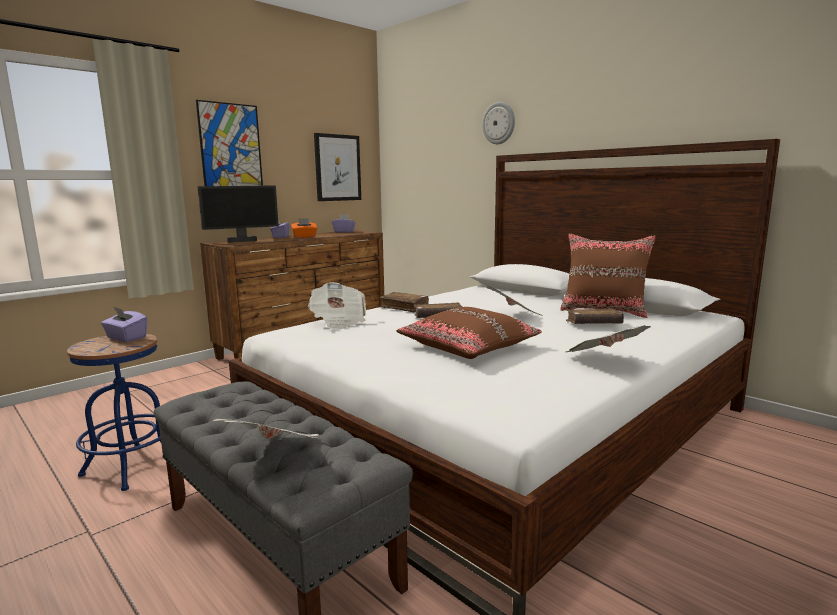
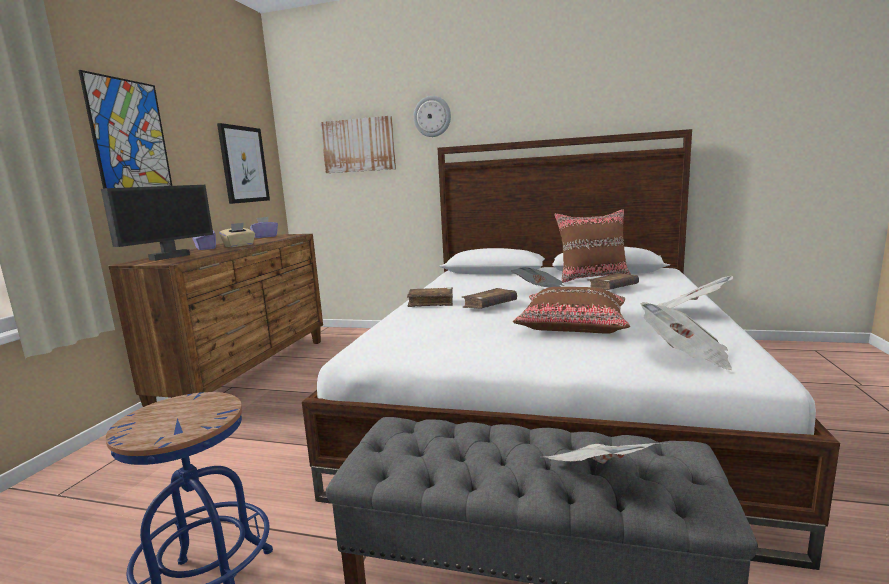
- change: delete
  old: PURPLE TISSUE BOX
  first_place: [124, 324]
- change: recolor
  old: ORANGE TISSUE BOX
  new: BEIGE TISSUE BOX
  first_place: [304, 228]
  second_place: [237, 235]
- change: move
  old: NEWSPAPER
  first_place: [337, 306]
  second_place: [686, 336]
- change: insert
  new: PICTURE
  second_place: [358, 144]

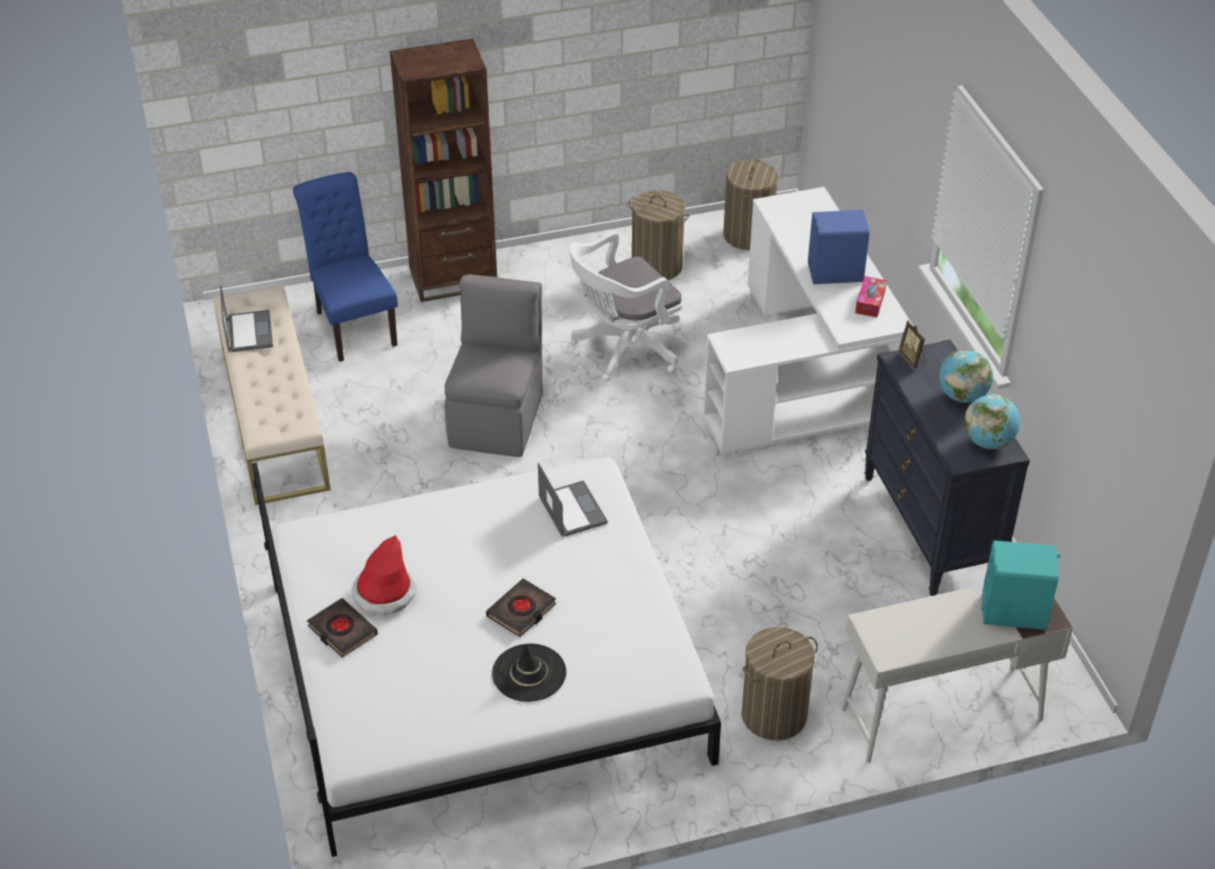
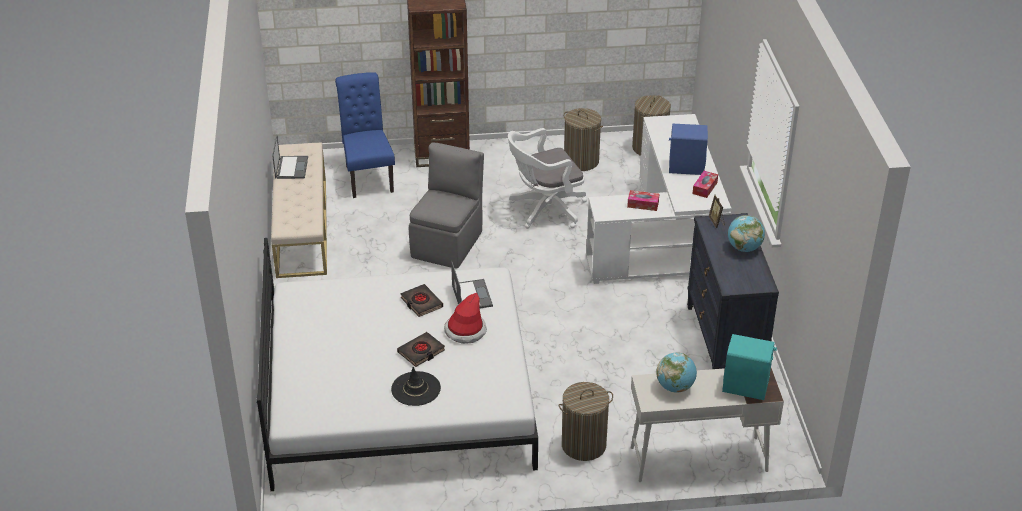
- change: move
  old: BLACK BOOK
  first_place: [342, 628]
  second_place: [421, 300]
- change: move
  old: HAT
  first_place: [384, 575]
  second_place: [465, 318]
- change: move
  old: GLOBE
  first_place: [992, 421]
  second_place: [676, 372]
- change: insert
  new: TISSUE BOX
  second_place: [643, 200]

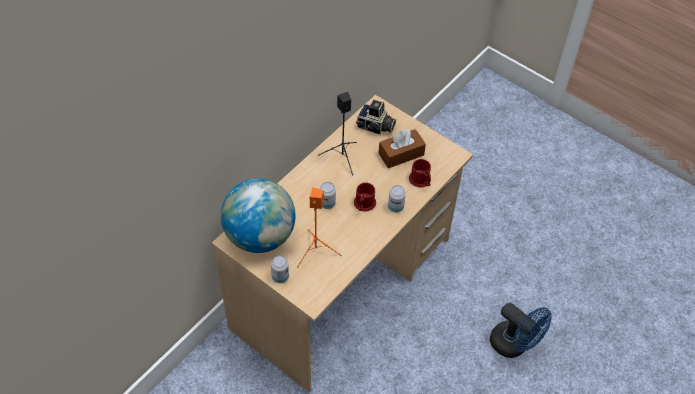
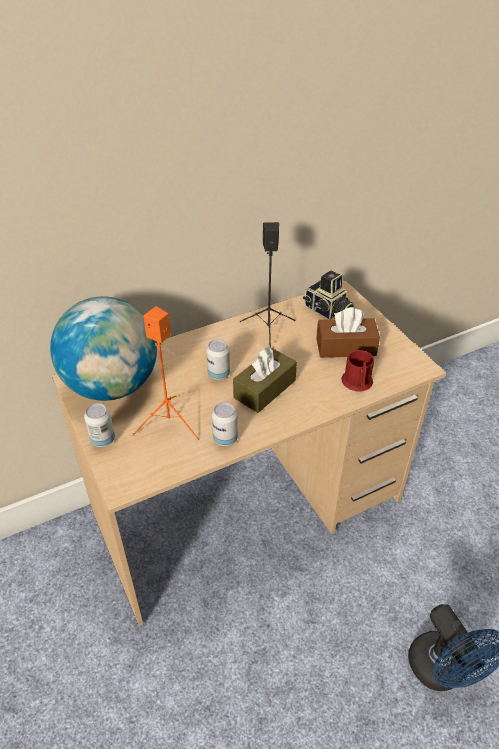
- change: replace
  old: RED MUG
  new: BROWN TISSUE BOX
  first_place: [365, 197]
  second_place: [265, 379]
- change: move
  old: CAN
  first_place: [397, 198]
  second_place: [225, 424]

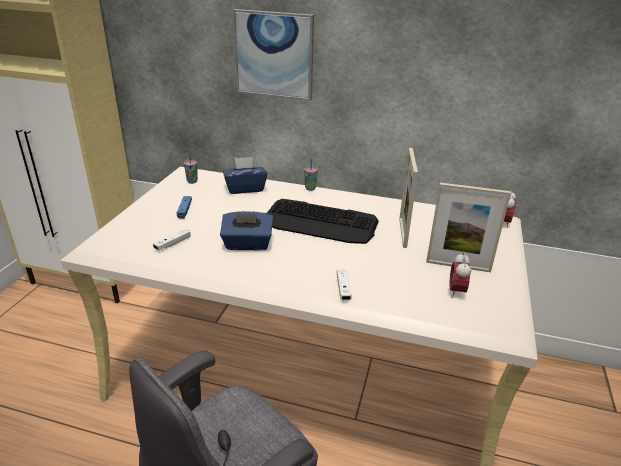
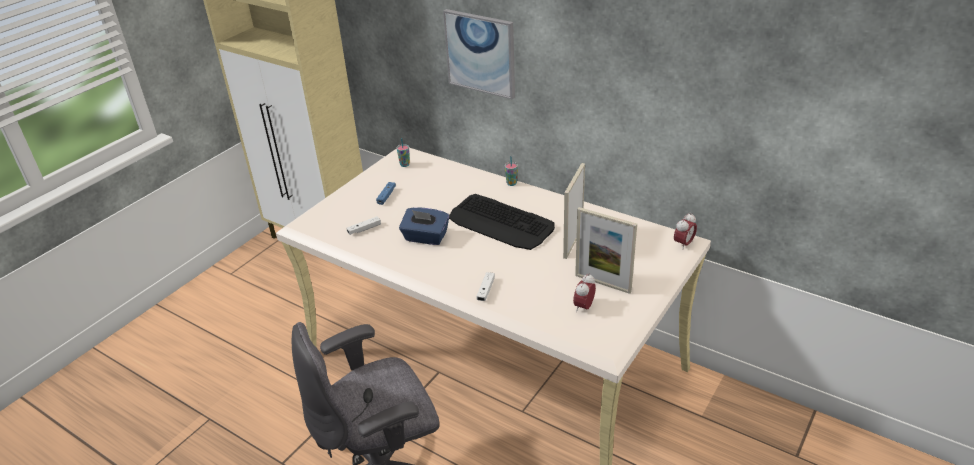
- change: delete
  old: BLUE TISSUE BOX
  first_place: [245, 175]

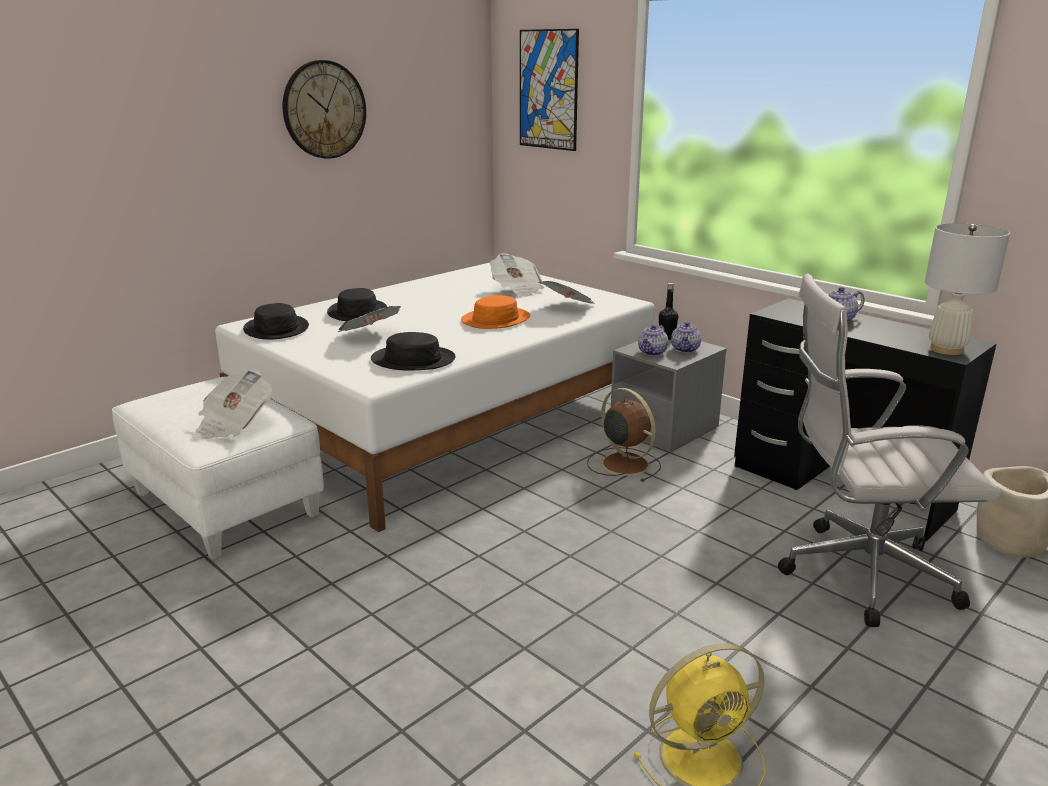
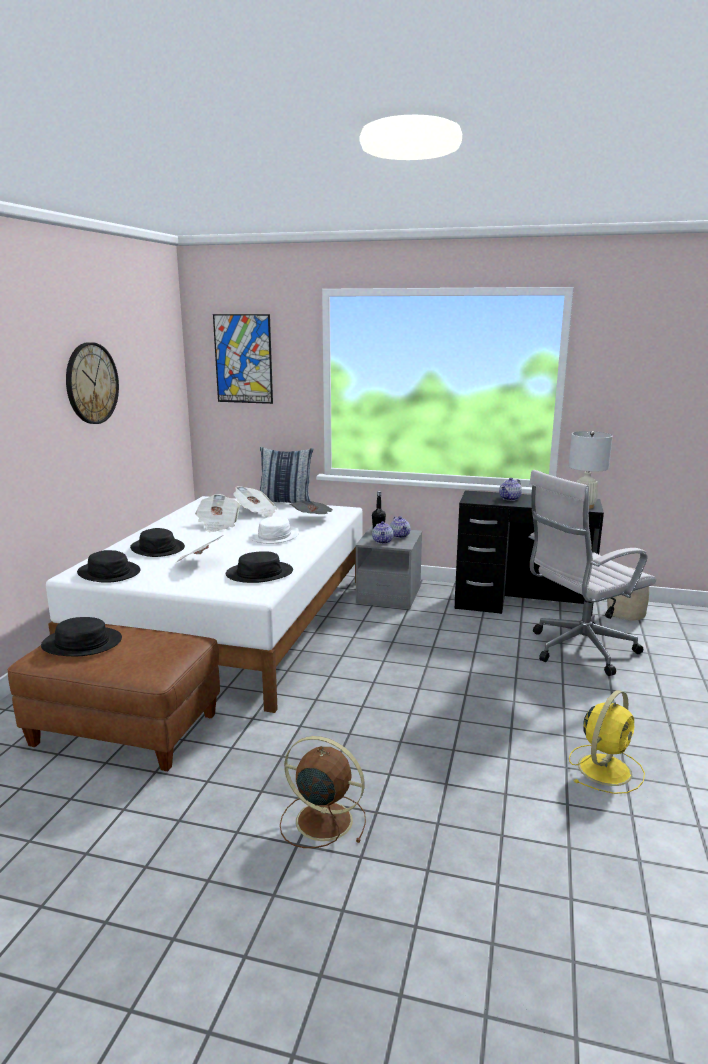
- change: recolor
  old: WHITE OTTOMAN
  new: BROWN OTTOMAN
  first_place: [218, 467]
  second_place: [114, 697]
- change: move
  old: NEWSPAPER
  first_place: [233, 404]
  second_place: [217, 513]
- change: recolor
  old: ORANGE HAT
  new: WHITE HAT
  first_place: [495, 312]
  second_place: [274, 530]
- change: move
  old: BROWN FAN
  first_place: [624, 435]
  second_place: [323, 792]
- change: insert
  new: BLACK HAT
  second_place: [81, 636]
- change: insert
  new: PILLOW
  second_place: [286, 475]

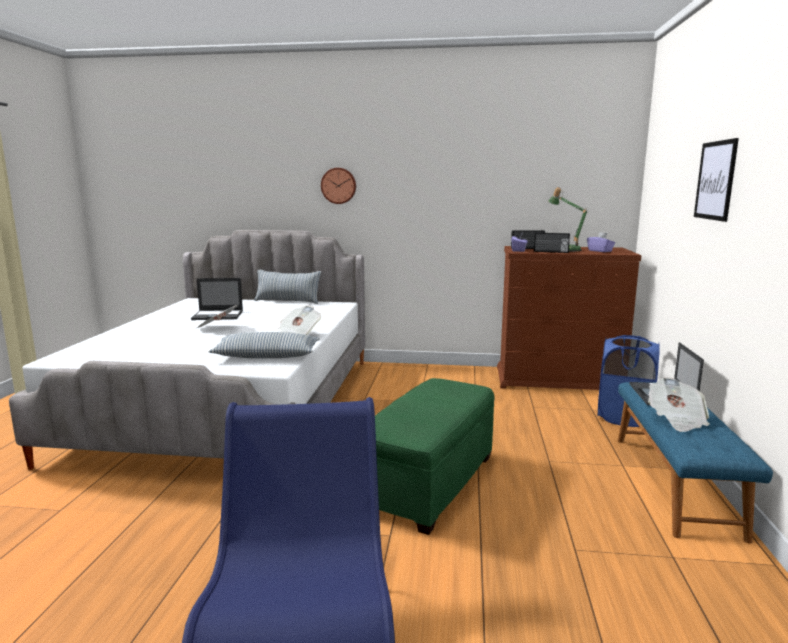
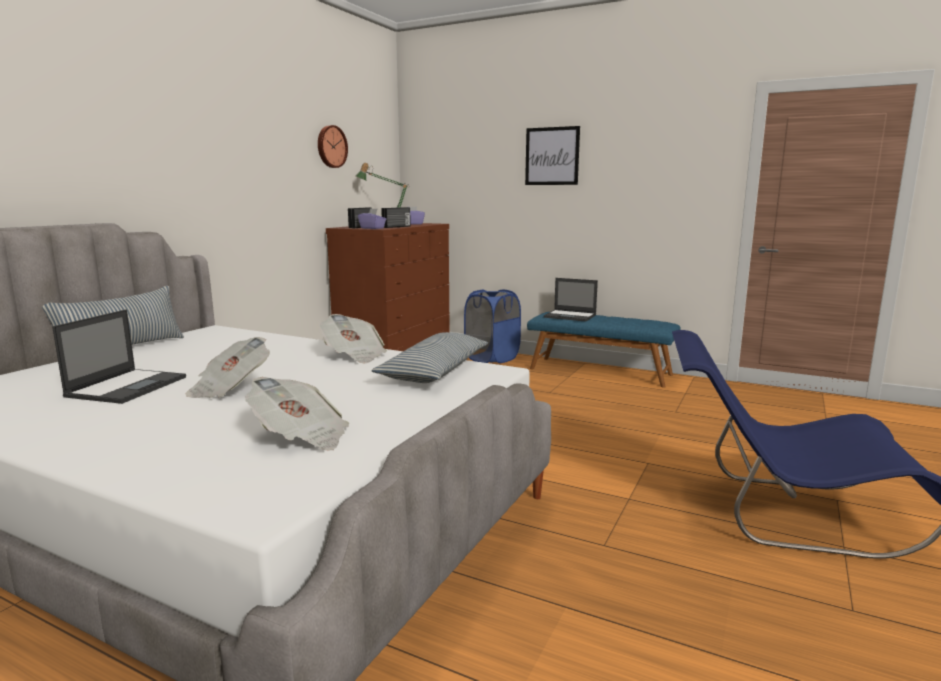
- change: move
  old: WALL CLOCK
  first_place: [338, 186]
  second_place: [333, 146]
- change: delete
  old: GREEN OTTOMAN
  first_place: [434, 456]
- change: move
  old: NEWSPAPER
  first_place: [679, 404]
  second_place: [297, 414]

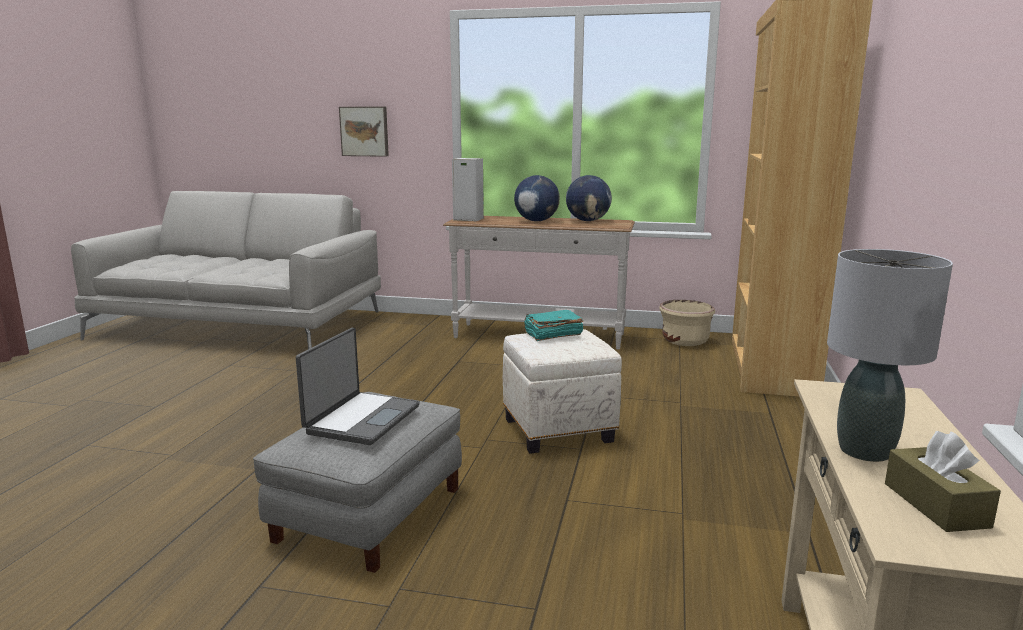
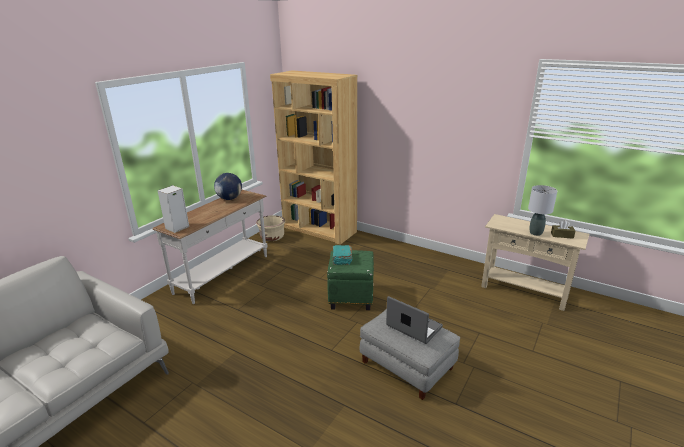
- change: delete
  old: PICTURE
  first_place: [364, 132]
- change: recolor
  old: WHITE OTTOMAN
  new: GREEN OTTOMAN
  first_place: [562, 391]
  second_place: [350, 280]
- change: delete
  old: GLOBE
  first_place: [537, 198]

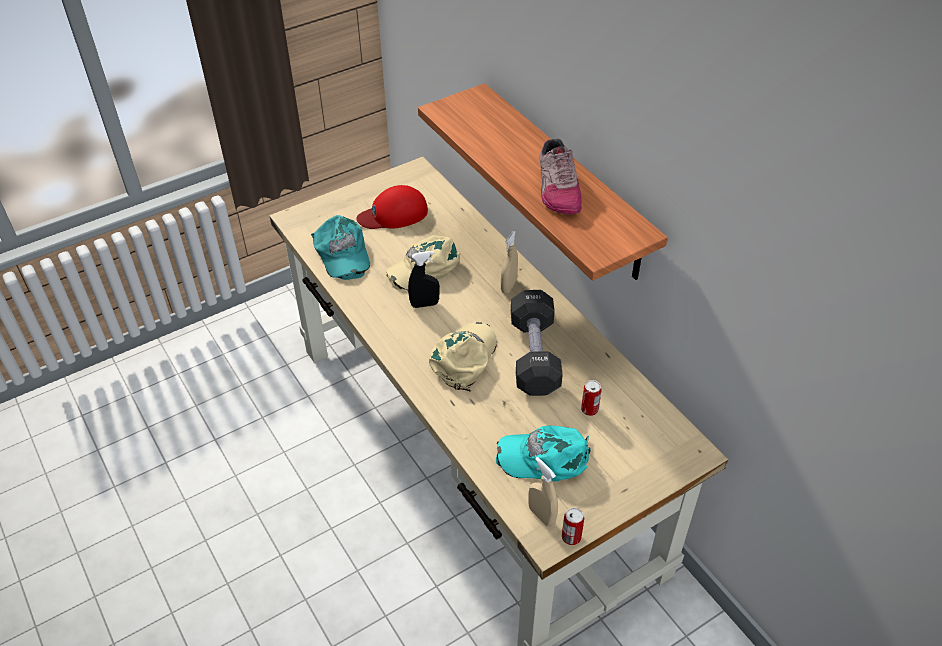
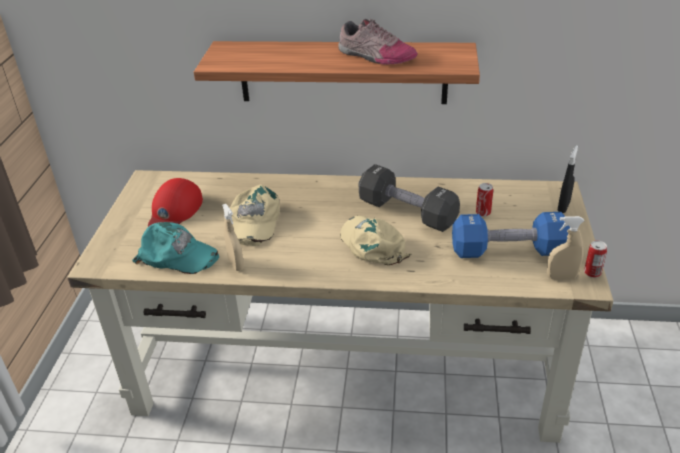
- change: move
  old: BLACK SPRAY BOTTLE
  first_place: [424, 279]
  second_place: [568, 179]
- change: replace
  old: TURQUOISE CAP
  new: BLUE DUMBBELL
  first_place: [543, 453]
  second_place: [511, 235]
- change: move
  old: BEIGE SPRAY BOTTLE
  first_place: [509, 262]
  second_place: [233, 237]

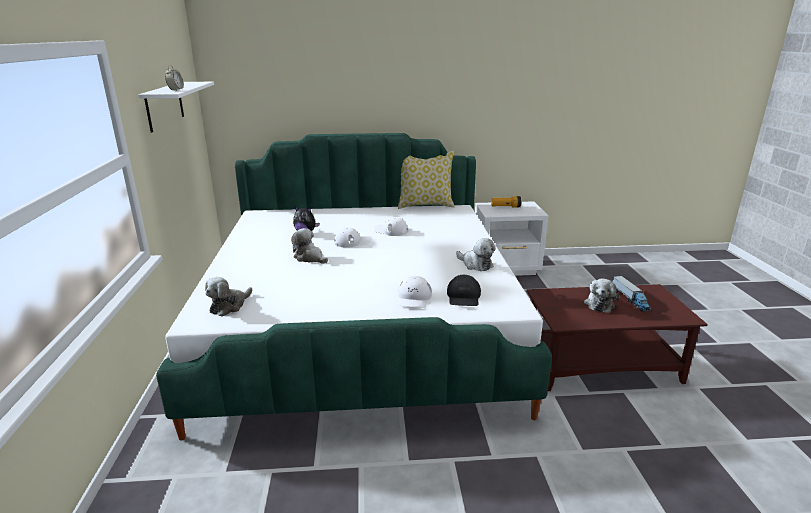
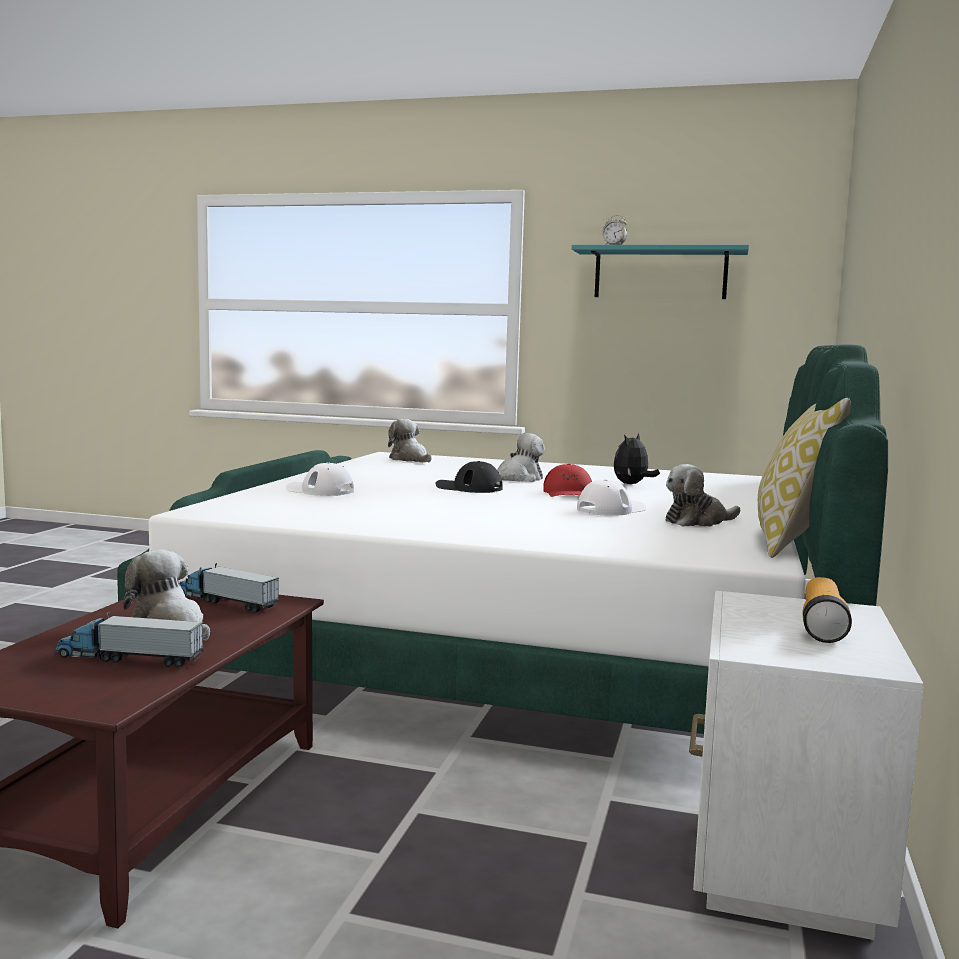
- change: recolor
  old: WHITE SHELF
  new: TURQUOISE SHELF
  first_place: [176, 107]
  second_place: [660, 272]
- change: recolor
  old: WHITE CAP
  new: RED CAP
  first_place: [353, 237]
  second_place: [567, 480]
- change: move
  old: BLACK CAP
  first_place: [464, 290]
  second_place: [469, 477]
- change: move
  old: PLUSH TOY
  first_place: [476, 254]
  second_place: [703, 495]
- change: insert
  new: TOY TRUCK
  second_place: [229, 588]

